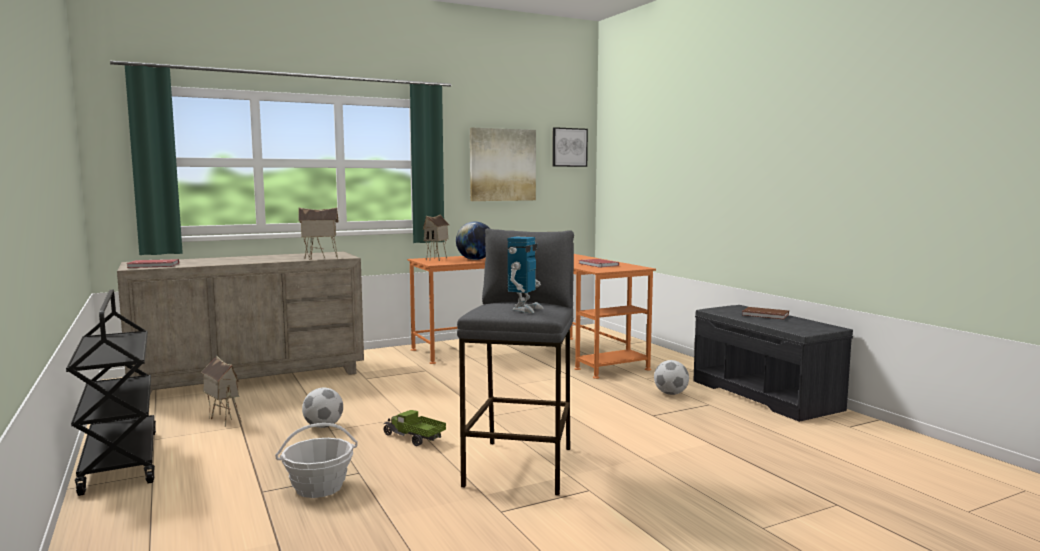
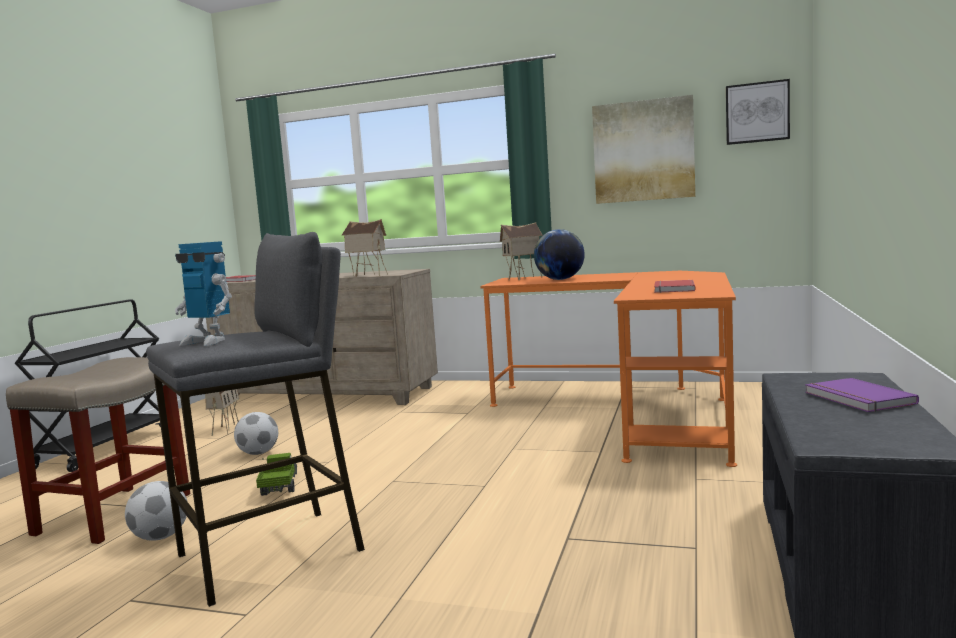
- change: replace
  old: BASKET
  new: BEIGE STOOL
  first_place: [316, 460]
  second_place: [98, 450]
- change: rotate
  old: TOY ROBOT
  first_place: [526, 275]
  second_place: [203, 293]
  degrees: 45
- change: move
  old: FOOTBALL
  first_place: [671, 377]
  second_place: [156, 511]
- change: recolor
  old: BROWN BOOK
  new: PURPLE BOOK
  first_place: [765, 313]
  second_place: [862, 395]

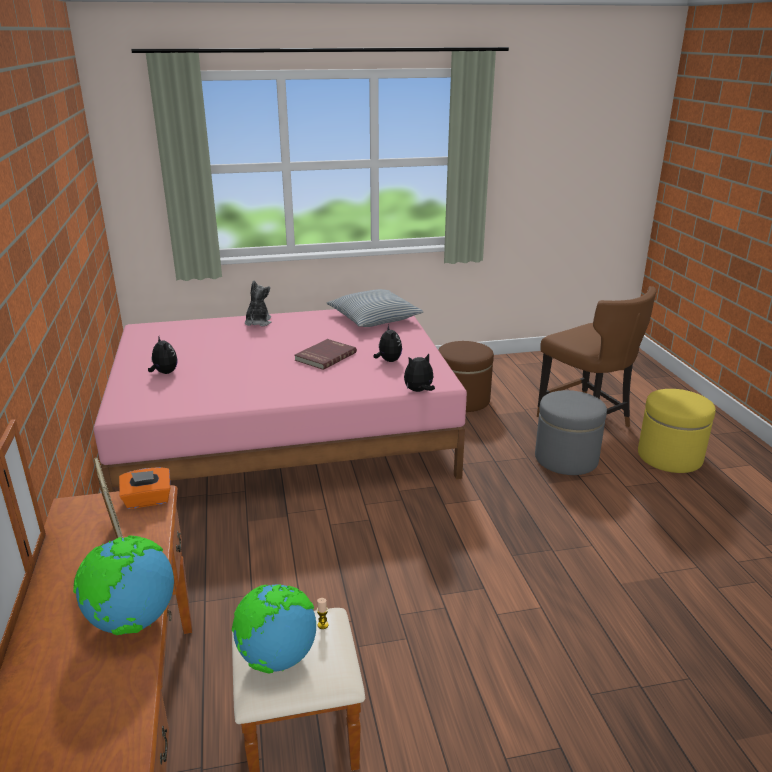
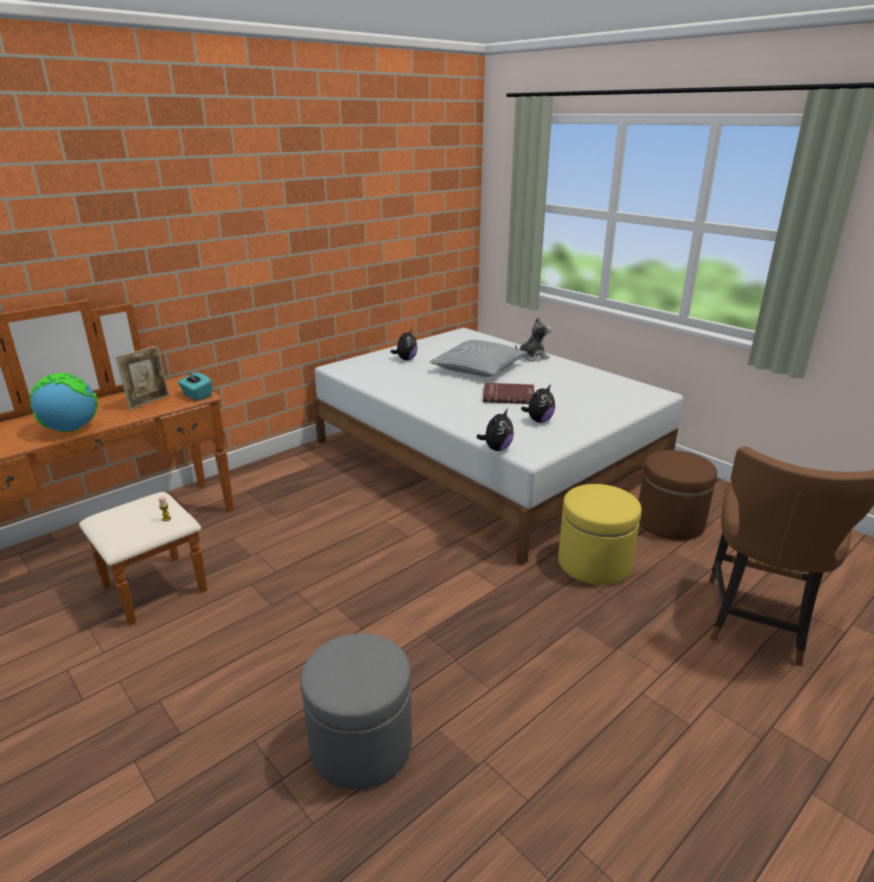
- change: recolor
  old: PINK BED
  new: WHITE BED
  first_place: [280, 400]
  second_place: [498, 447]
- change: recolor
  old: ORANGE TISSUE BOX
  new: TURQUOISE TISSUE BOX
  first_place: [144, 488]
  second_place: [195, 386]
- change: delete
  old: GLOBE
  first_place: [274, 629]
- change: move
  old: PILLOW
  first_place: [375, 308]
  second_place: [478, 358]
- change: rotate
  old: PLUSH TOY
  first_place: [419, 373]
  second_place: [495, 430]
  degrees: 90
- change: move
  old: GREY OTTOMAN
  first_place: [571, 432]
  second_place: [356, 711]
- change: move
  old: YELLOW OTTOMAN
  first_place: [677, 431]
  second_place: [600, 534]

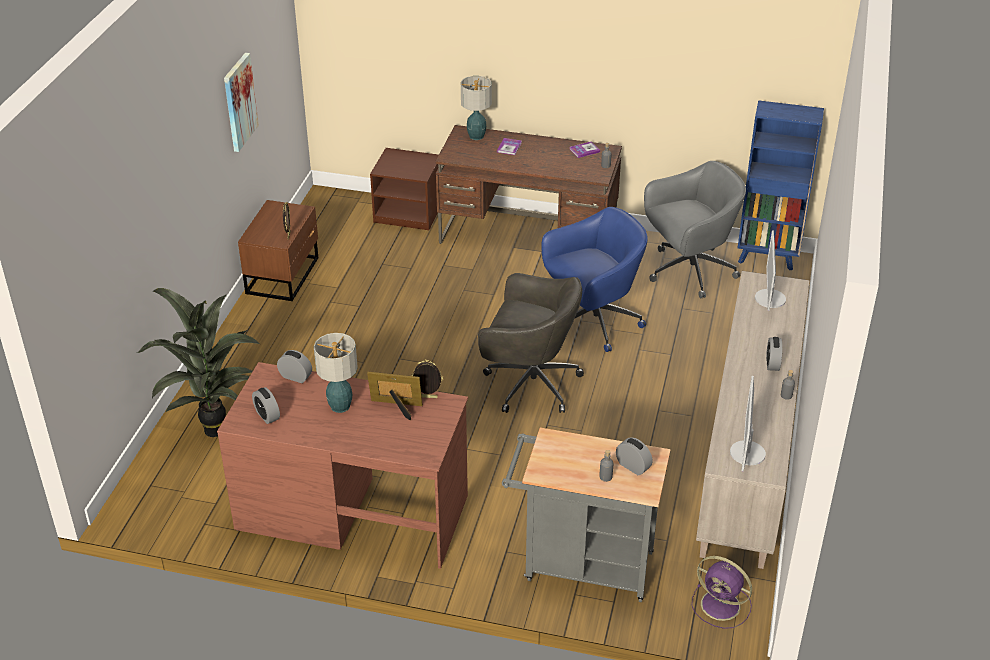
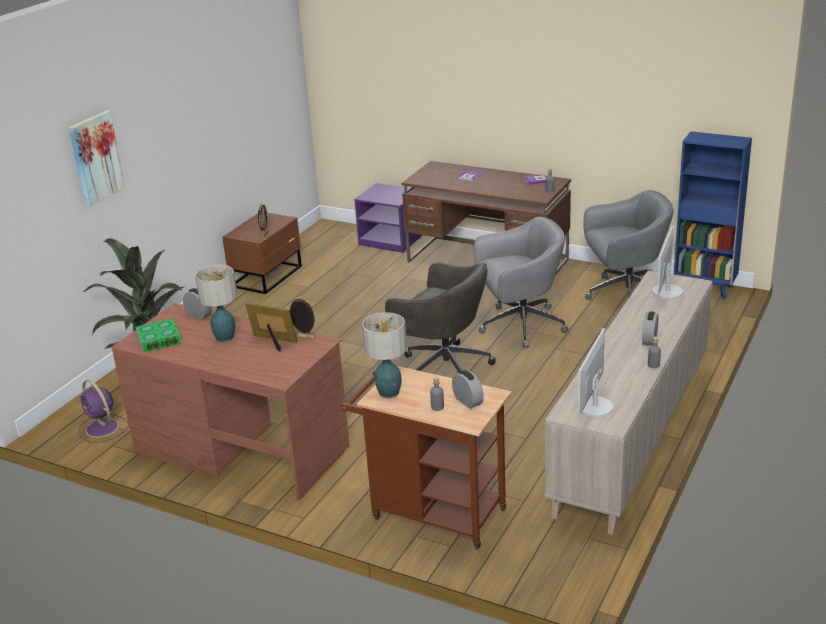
- change: move
  old: PICTURE
  first_place: [241, 102]
  second_place: [97, 158]
- change: replace
  old: ALARM CLOCK
  new: BOOK
  first_place: [266, 405]
  second_place: [159, 335]
- change: recolor
  old: BROWN NIGHTSTAND
  new: PURPLE NIGHTSTAND
  first_place: [404, 189]
  second_place: [388, 218]
- change: move
  old: TABLE LAMP
  first_place: [476, 108]
  second_place: [384, 355]
- change: recolor
  old: GREY CART
  new: BROWN CART
  first_place: [586, 515]
  second_place: [426, 458]
- change: recolor
  old: BLUE OFFICE CHAIR
  new: GREY OFFICE CHAIR
  first_place: [594, 279]
  second_place: [521, 282]
- change: move
  old: PURPLE FAN
  first_place: [722, 592]
  second_place: [103, 411]

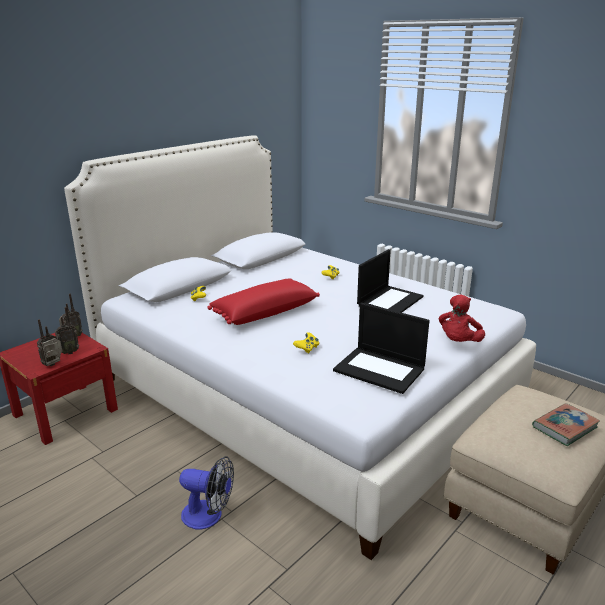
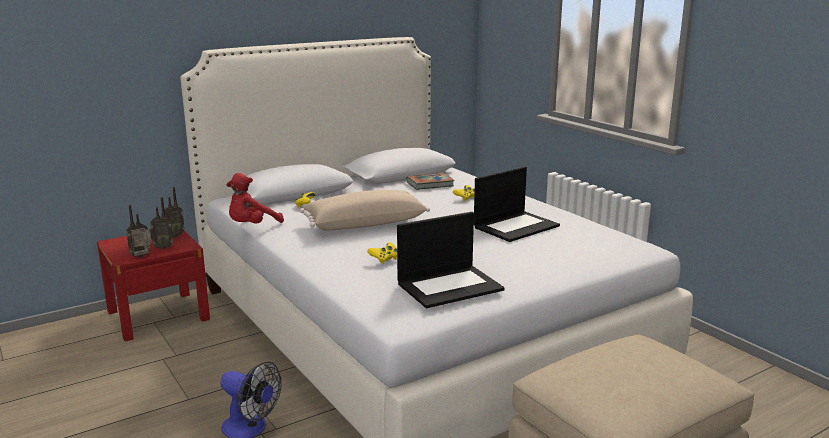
- change: recolor
  old: RED PILLOW
  new: BEIGE PILLOW
  first_place: [263, 302]
  second_place: [365, 210]
- change: rotate
  old: LAPTOP
  first_place: [381, 348]
  second_place: [451, 260]
  degrees: -75
- change: move
  old: RED PLUSH TOY
  first_place: [462, 318]
  second_place: [255, 198]
- change: move
  old: BOOK
  first_place: [566, 424]
  second_place: [430, 181]

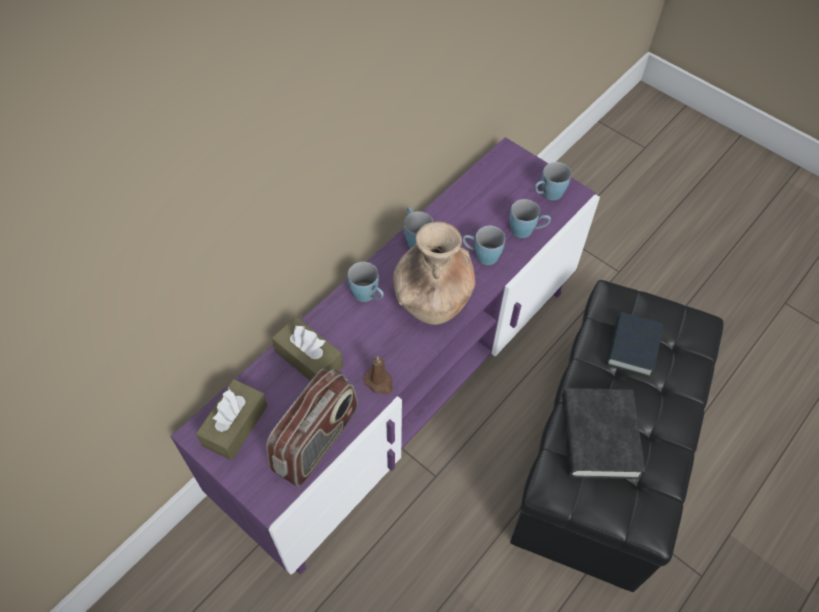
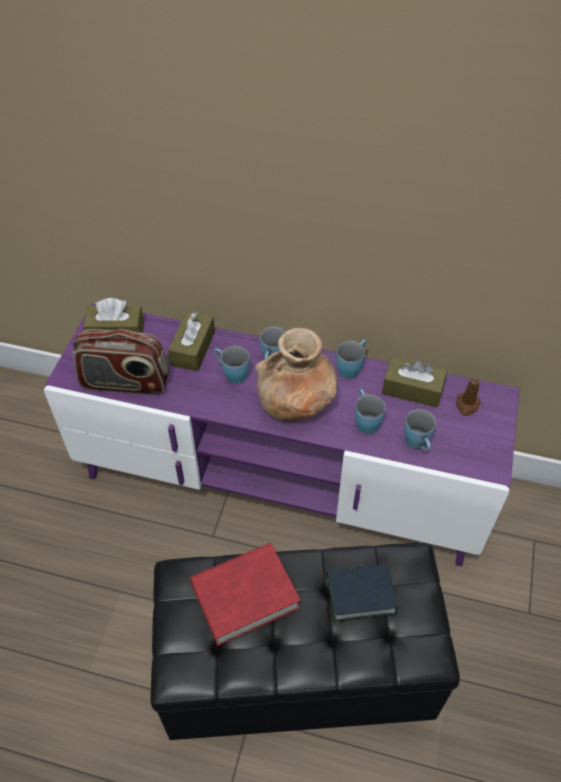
- change: move
  old: BROWN CANDLE
  first_place: [378, 375]
  second_place: [468, 395]
- change: move
  old: BLUE MUG
  first_place: [553, 181]
  second_place: [232, 365]
- change: recolor
  old: BLACK BOOK
  new: RED BOOK
  first_place: [603, 433]
  second_place: [245, 594]
- change: insert
  new: BROWN TISSUE BOX
  second_place: [414, 382]

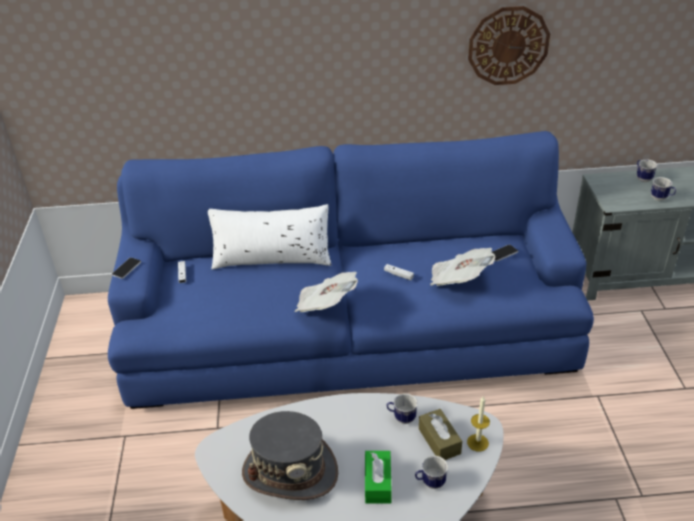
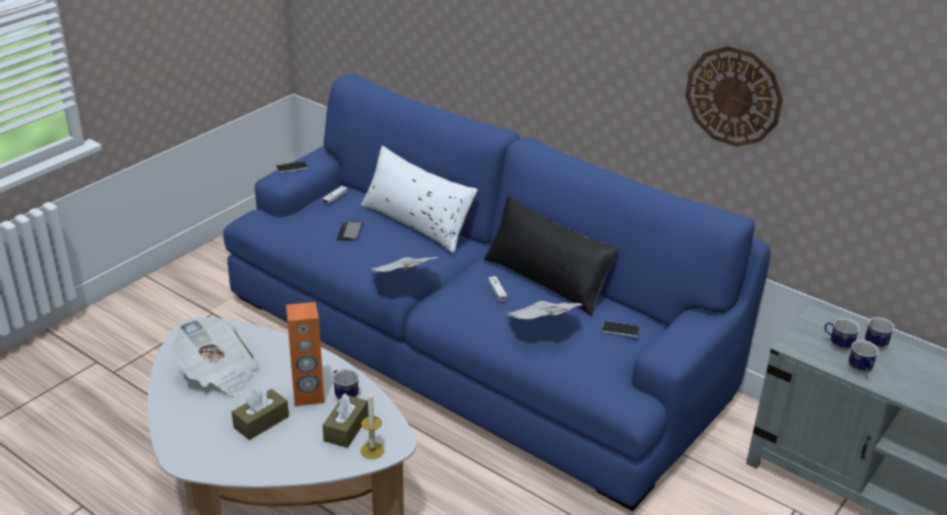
- change: replace
  old: GREY HAT
  new: NEWSPAPER
  first_place: [290, 455]
  second_place: [215, 357]
- change: recolor
  old: GREEN TISSUE BOX
  new: BROWN TISSUE BOX
  first_place: [378, 477]
  second_place: [260, 413]
- change: move
  old: MUG
  first_place: [431, 472]
  second_place: [842, 334]
- change: insert
  new: ORANGE SPEAKER
  second_place: [305, 354]
- change: insert
  new: PHONE
  second_place: [350, 231]
- change: insert
  new: BLACK PILLOW
  second_place: [552, 256]

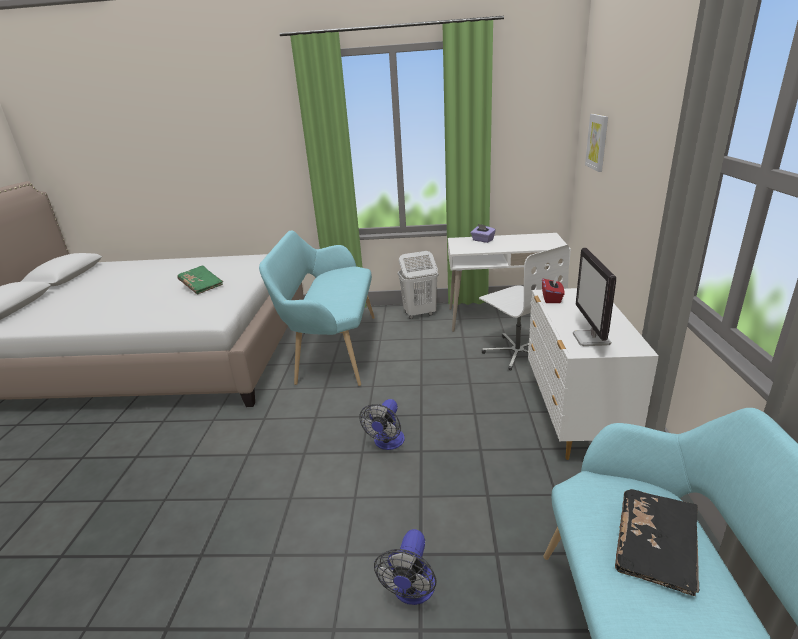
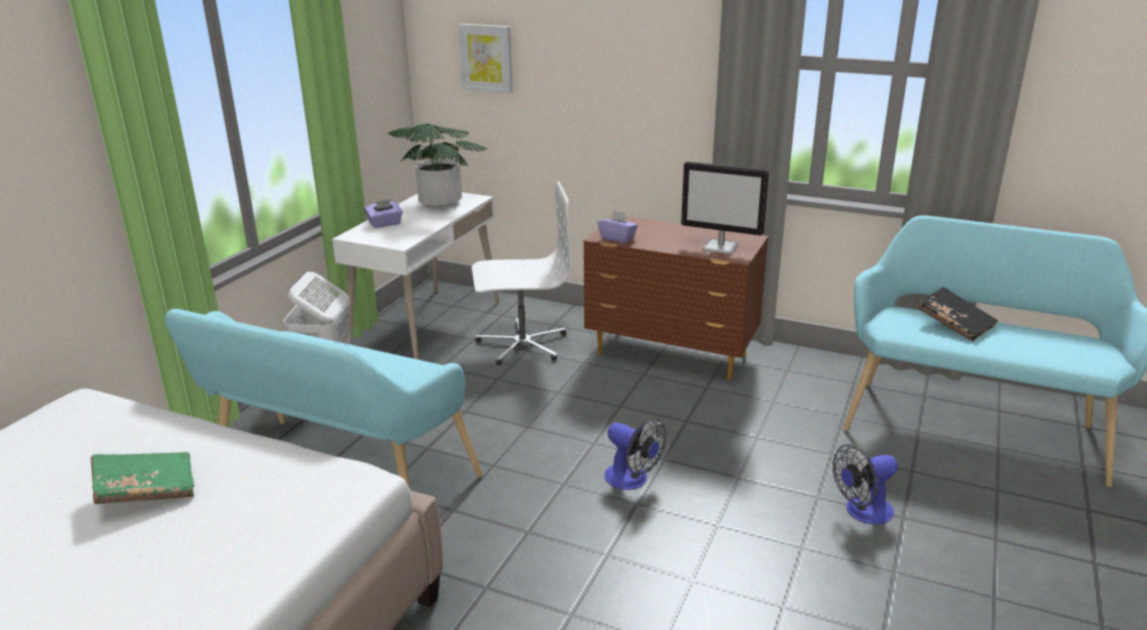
- change: rotate
  old: FAN
  first_place: [405, 567]
  second_place: [865, 484]
  degrees: 120
- change: recolor
  old: WHITE DRESSER
  new: BROWN DRESSER
  first_place: [593, 374]
  second_place: [676, 298]
- change: recolor
  old: RED TISSUE BOX
  new: PURPLE TISSUE BOX
  first_place: [553, 289]
  second_place: [618, 226]
- change: insert
  new: POTTED PLANT
  second_place: [437, 166]

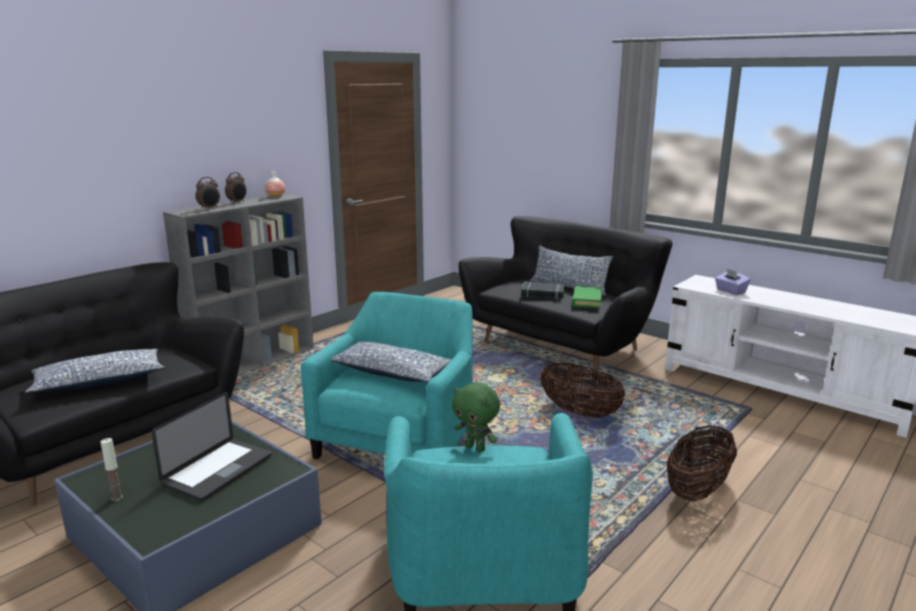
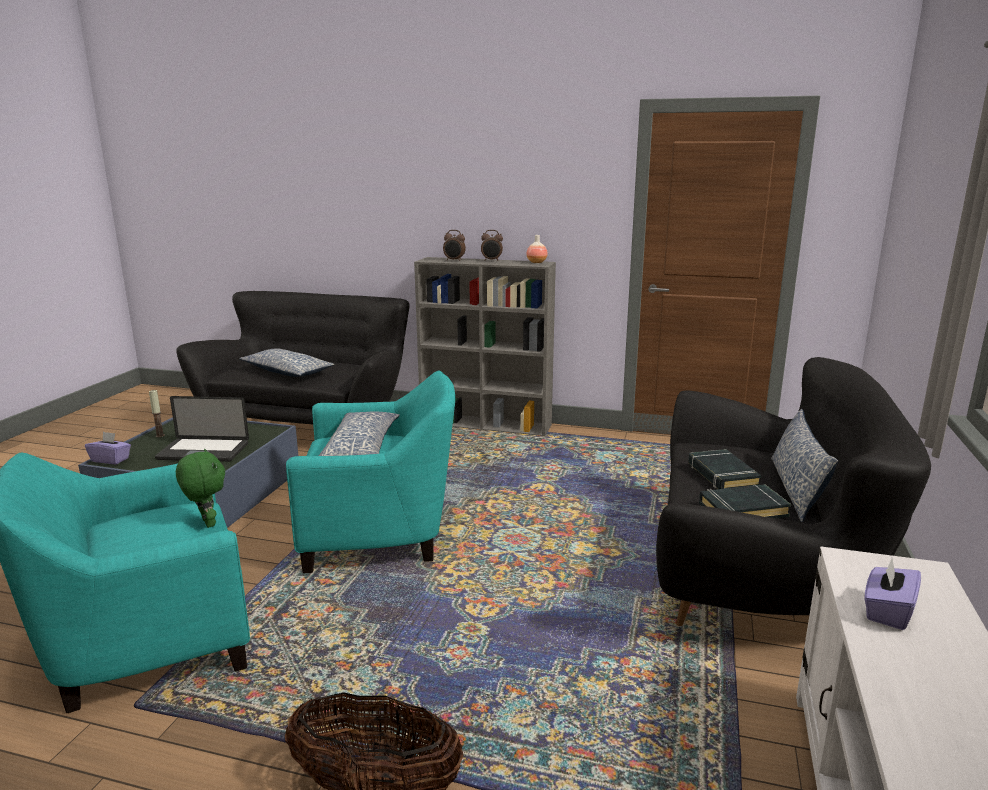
- change: rotate
  old: GREEN PLUSH TOY
  first_place: [476, 417]
  second_place: [200, 488]
  degrees: 135
- change: delete
  old: BASKET
  first_place: [583, 390]
- change: recolor
  old: GREEN BOOK
  new: BLACK BOOK
  first_place: [587, 297]
  second_place: [745, 501]
- change: insert
  new: PURPLE TISSUE BOX
  second_place: [108, 448]

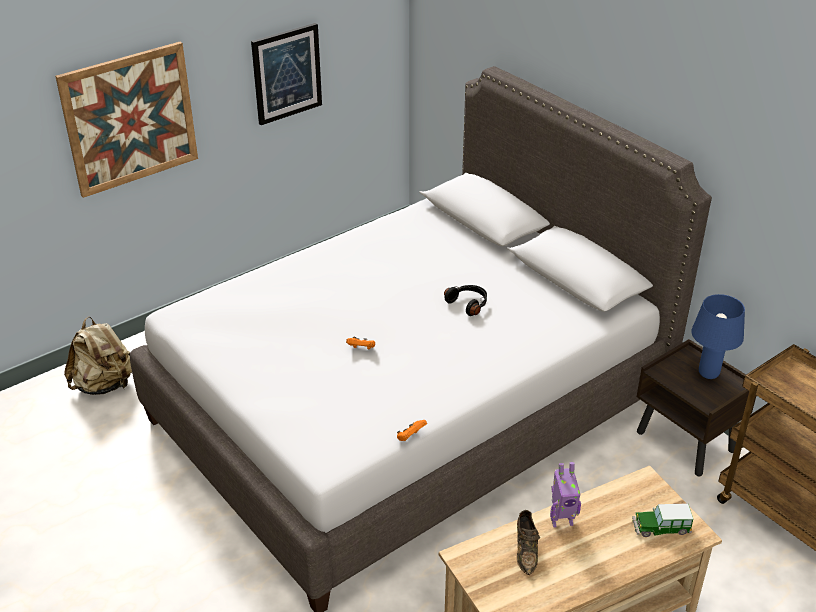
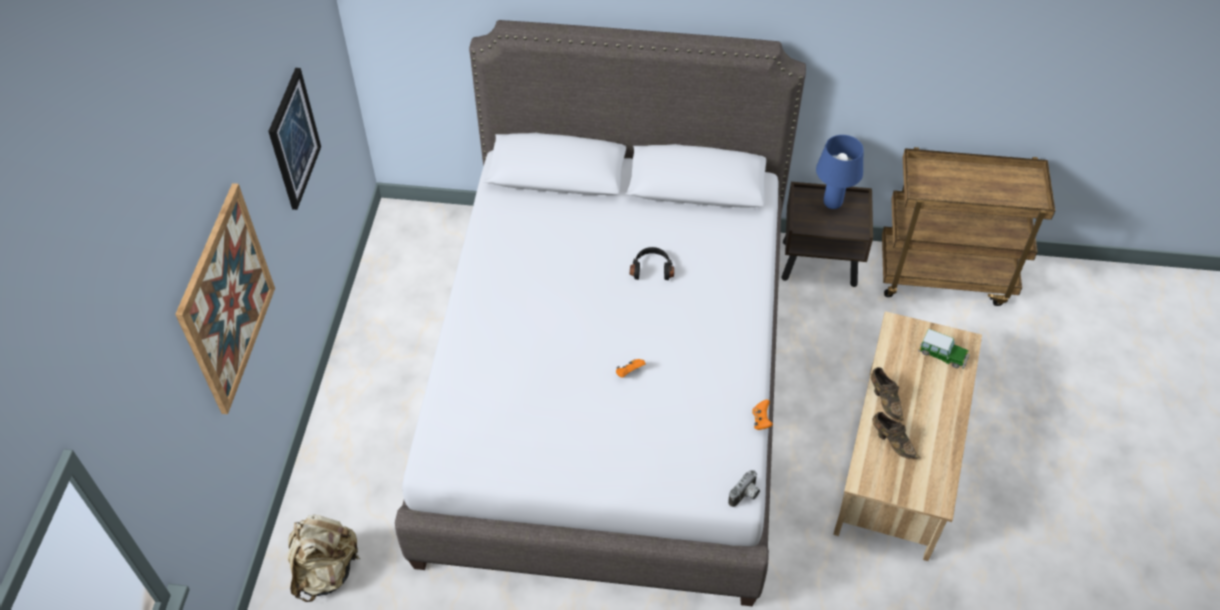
- change: replace
  old: TOY ROBOT
  new: BROWN SHOE
  first_place: [565, 494]
  second_place: [887, 394]
- change: rotate
  old: TOY CAR
  first_place: [662, 520]
  second_place: [944, 349]
  degrees: -105
- change: insert
  new: PHOTO CAMERA
  second_place: [744, 488]

